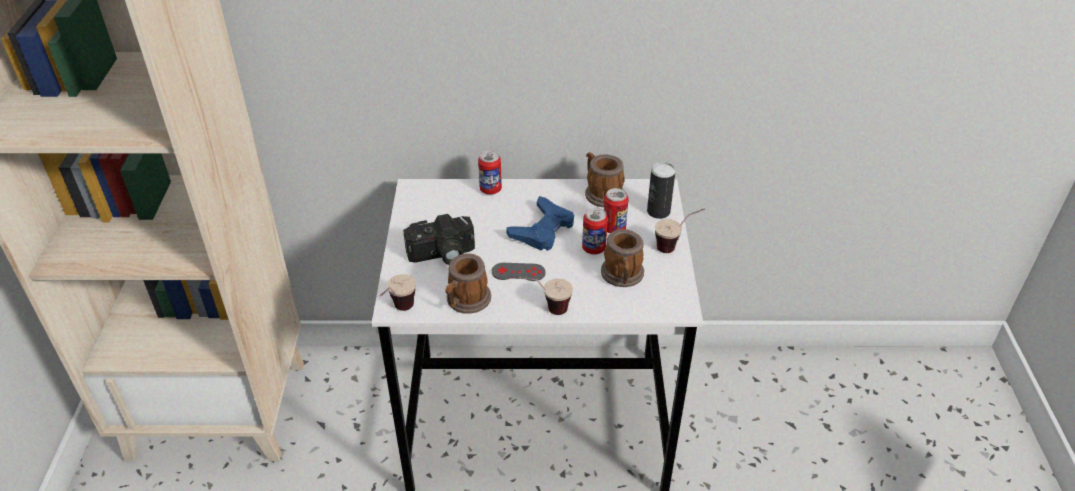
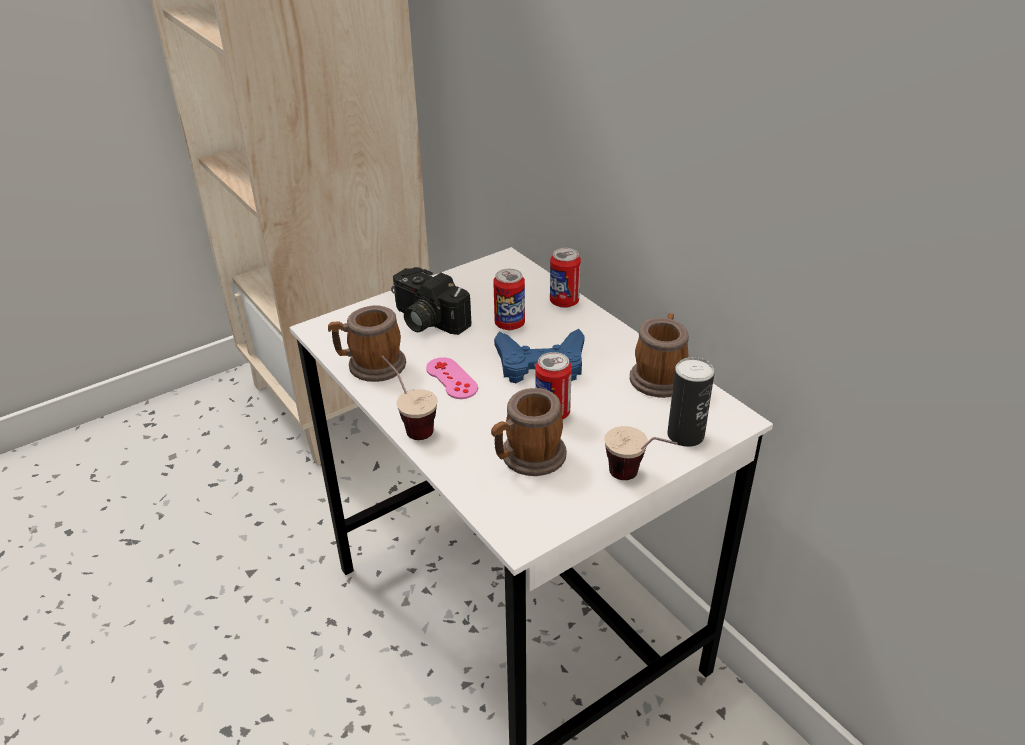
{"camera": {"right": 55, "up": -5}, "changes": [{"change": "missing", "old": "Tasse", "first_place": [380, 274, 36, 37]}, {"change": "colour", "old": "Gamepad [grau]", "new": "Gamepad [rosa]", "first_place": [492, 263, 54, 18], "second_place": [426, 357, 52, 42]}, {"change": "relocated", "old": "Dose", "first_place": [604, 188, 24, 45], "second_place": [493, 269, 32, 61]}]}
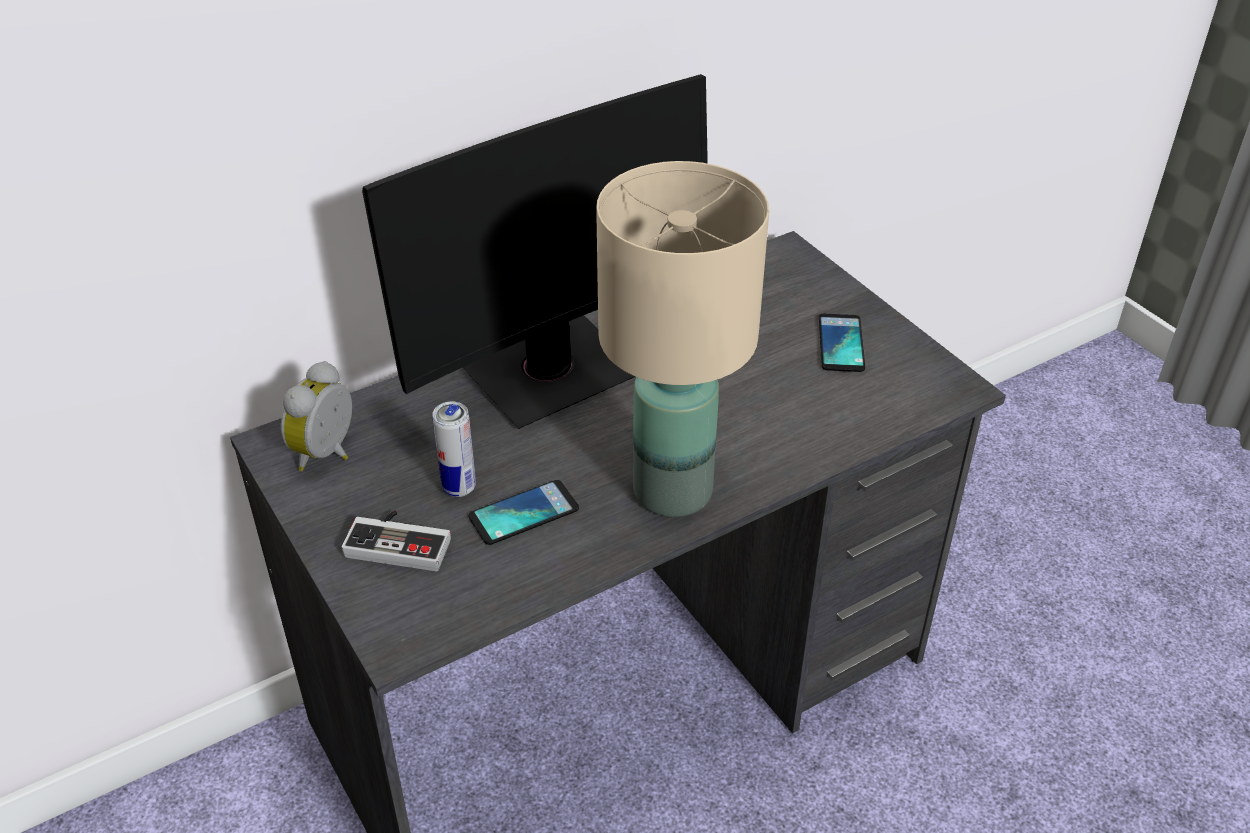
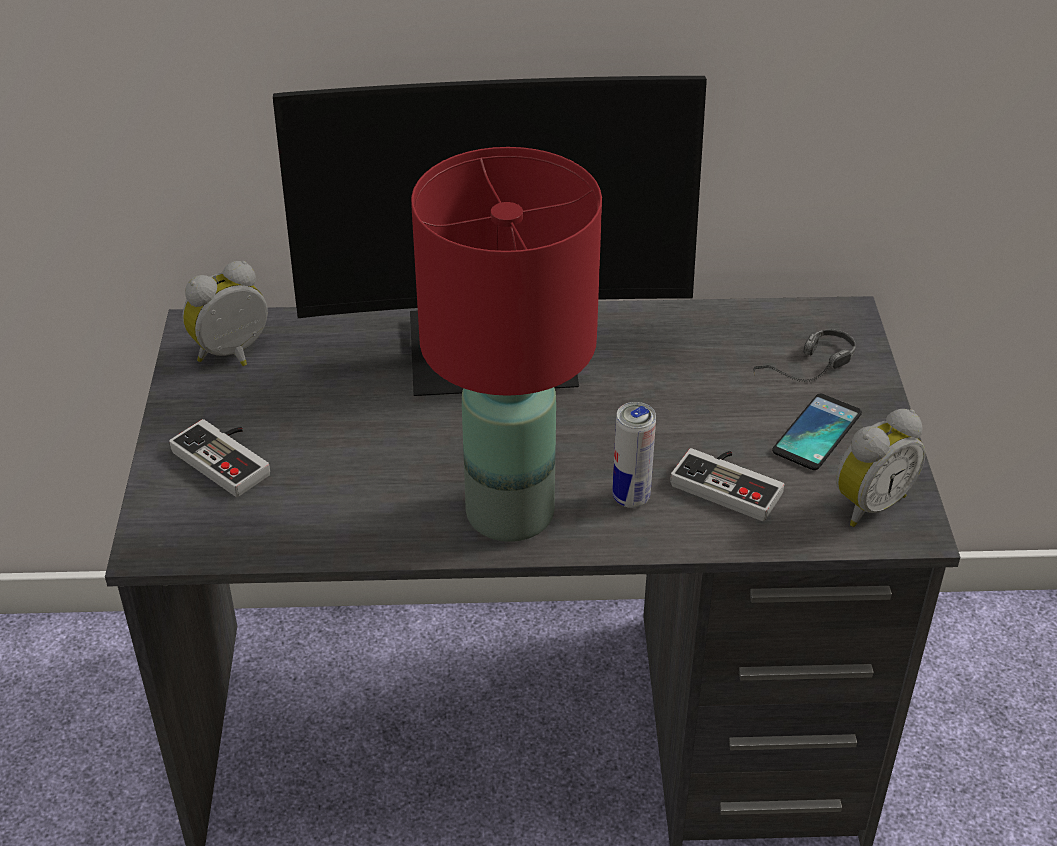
{"camera": {"right": 30, "up": 0}, "changes": [{"change": "relocated", "old": "Dose", "first_place": [432, 402, 44, 95], "second_place": [612, 402, 44, 106]}, {"change": "missing", "old": "Handy", "first_place": [468, 480, 111, 65]}, {"change": "colour", "old": "Tischlampe [beige]", "new": "Tischlampe [rot]", "first_place": [596, 161, 173, 356], "second_place": [411, 147, 191, 395]}, {"change": "appeared", "new": "Gamepad", "second_place": [670, 448, 114, 73]}, {"change": "appeared", "new": "Kopfhörer", "second_place": [753, 329, 103, 53]}, {"change": "appeared", "new": "Wecker", "second_place": [836, 409, 90, 118]}]}
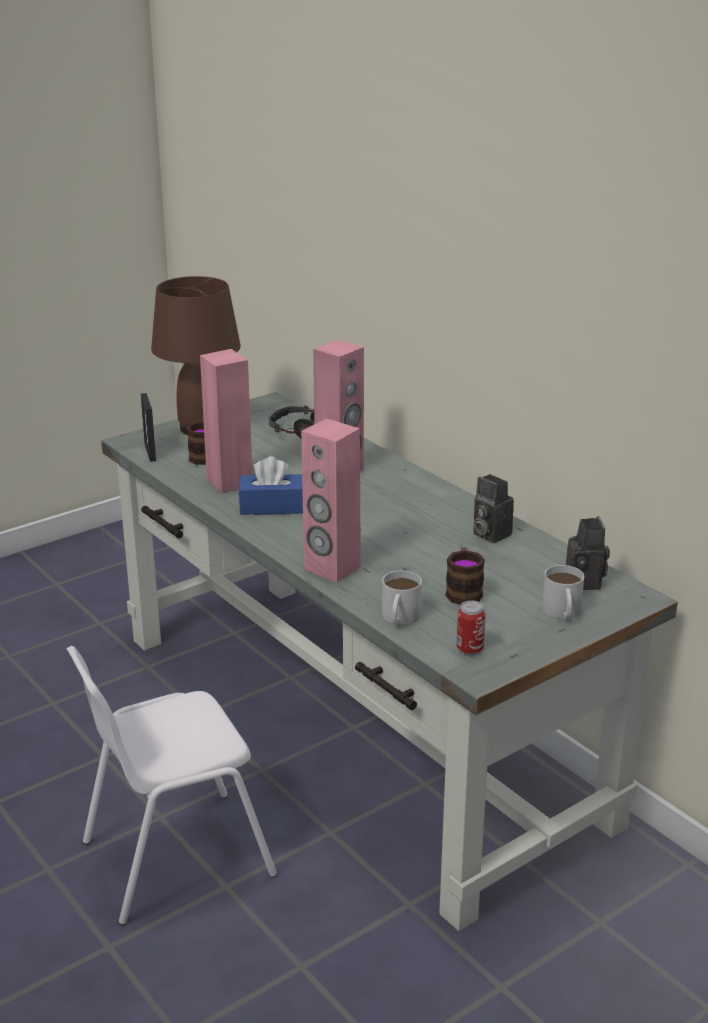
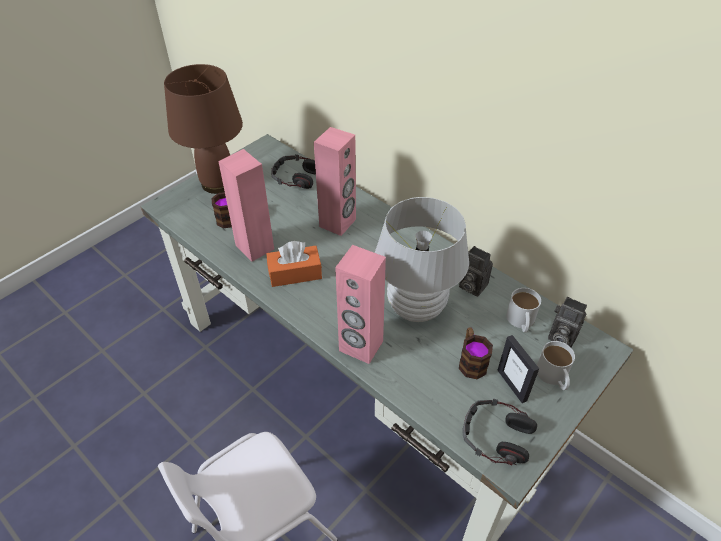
{"camera": {"right": -10, "up": 20}, "changes": [{"change": "relocated", "old": "Bilderrahmen", "first_place": [141, 393, 15, 69], "second_place": [497, 335, 42, 68]}, {"change": "colour", "old": "Taschentuchbox [blau]", "new": "Taschentuchbox [orange]", "first_place": [239, 456, 64, 59], "second_place": [266, 241, 56, 46]}, {"change": "relocated", "old": "Henkelbecher [weiß]", "first_place": [382, 571, 40, 54], "second_place": [506, 288, 35, 44]}, {"change": "exchanged", "old": "Dose", "new": "Kopfhörer", "first_place": [457, 600, 29, 55], "second_place": [462, 399, 75, 66]}, {"change": "spun", "old": "Kamera", "first_place": [566, 516, 44, 74], "second_place": [548, 297, 39, 50], "degrees": 135}, {"change": "appeared", "new": "Tischlampe [weiß]", "second_place": [375, 197, 94, 125]}]}
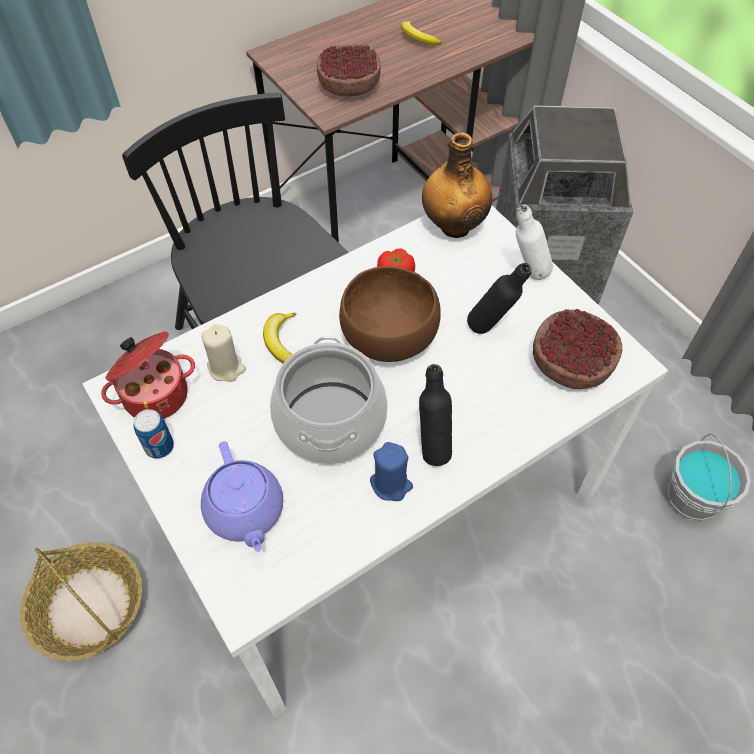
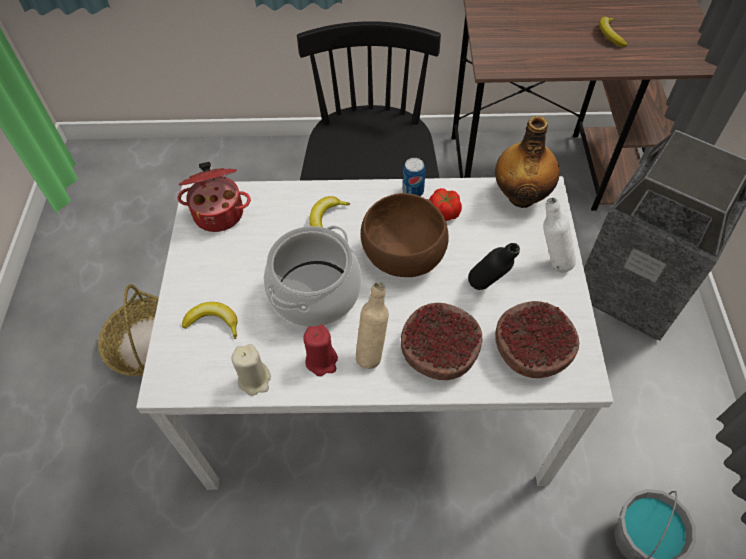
{"camera": {"right": 35, "up": 0}, "changes": [{"change": "relocated", "old": "Dose", "first_place": [133, 409, 41, 50], "second_place": [403, 158, 22, 38]}, {"change": "relocated", "old": "Kerze [beige]", "first_place": [201, 324, 45, 58], "second_place": [232, 344, 39, 52]}, {"change": "exchanged", "old": "Teekanne [lila]", "new": "Banane", "first_place": [201, 441, 82, 111], "second_place": [182, 302, 56, 37]}, {"change": "relocated", "old": "Schüssel", "first_place": [317, 44, 64, 52], "second_place": [401, 303, 81, 77]}, {"change": "colour", "old": "Kerze [blau]", "new": "Kerze [rot]", "first_place": [370, 442, 43, 59], "second_place": [303, 325, 35, 51]}, {"change": "colour", "old": "Flasche [schwarz]", "new": "Flasche [beige]", "first_place": [419, 364, 33, 102], "second_place": [356, 282, 33, 87]}]}
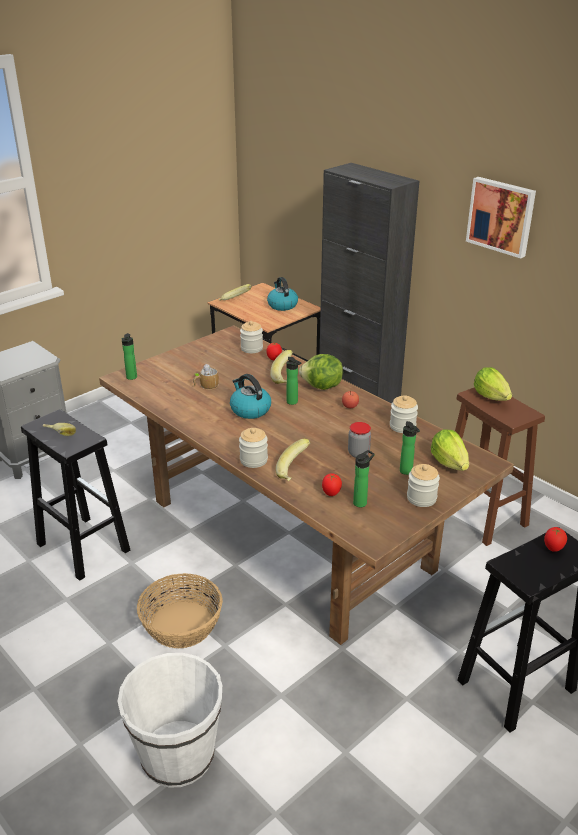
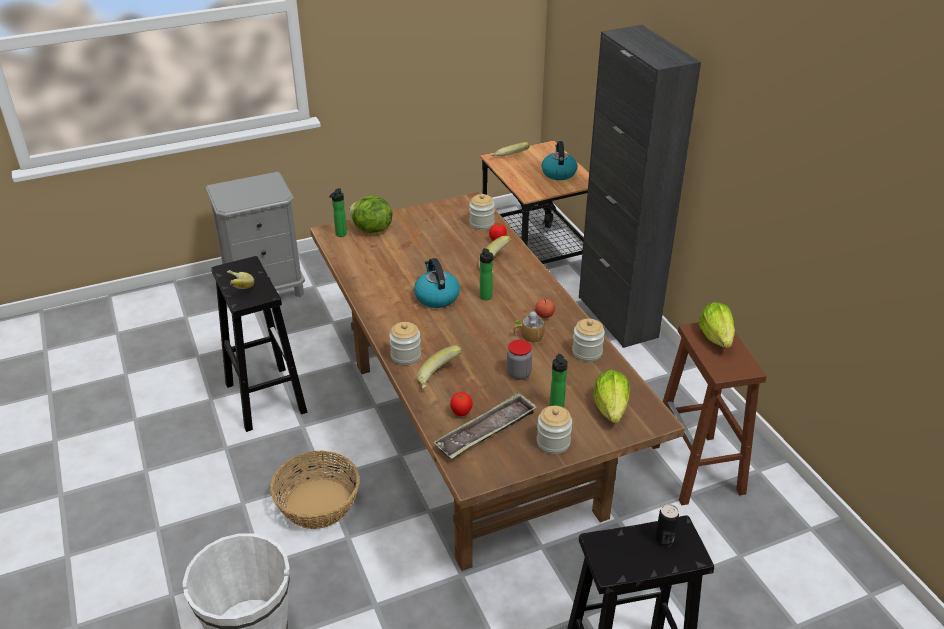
{"camera": {"right": 20, "up": 5}, "changes": [{"change": "relocated", "old": "Henkelbecher", "first_place": [193, 364, 26, 26], "second_place": [513, 311, 32, 32]}, {"change": "relocated", "old": "Salatkopf", "first_place": [299, 354, 44, 36], "second_place": [349, 196, 43, 37]}, {"change": "exchanged", "old": "Flasche", "new": "Tablett", "first_place": [353, 450, 21, 57], "second_place": [433, 392, 104, 67]}, {"change": "missing", "old": "Bild", "first_place": [466, 177, 70, 81]}, {"change": "exchanged", "old": "Tomate", "new": "Dose", "first_place": [544, 527, 23, 25], "second_place": [655, 504, 24, 42]}]}
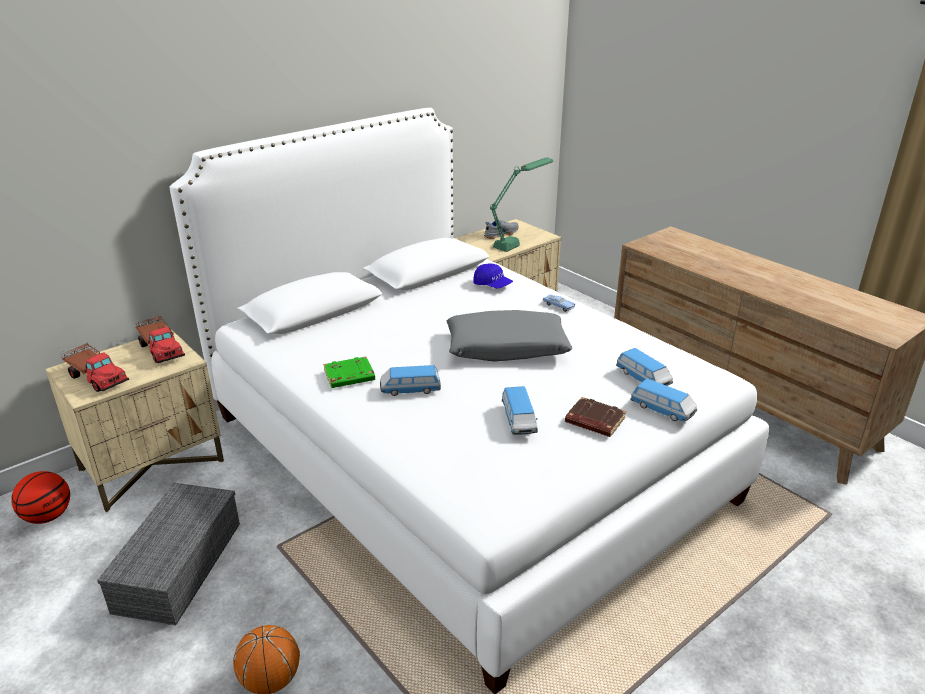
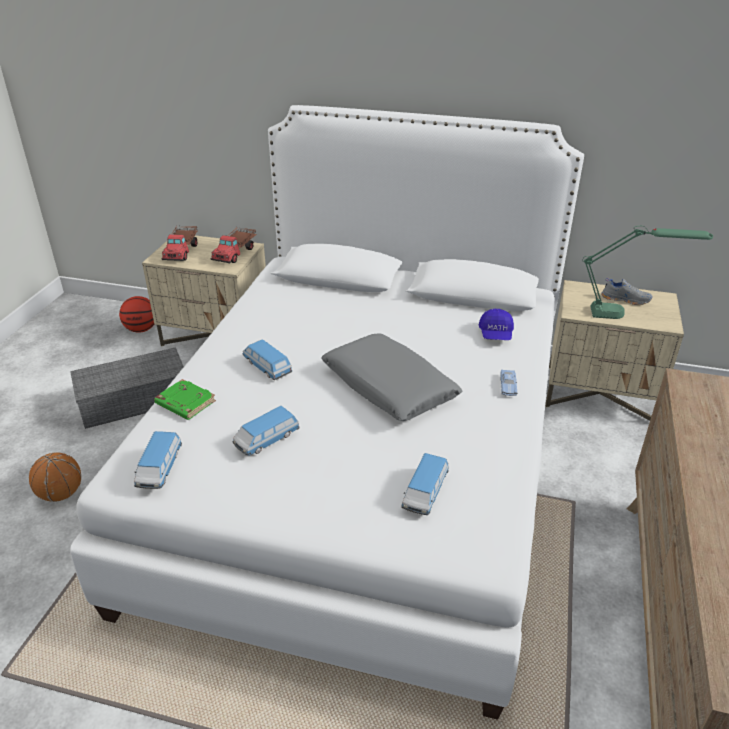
{"camera": {"right": 55, "up": 5}, "changes": [{"change": "relocated", "old": "Buch [grün]", "first_place": [323, 357, 52, 31], "second_place": [154, 379, 62, 41]}, {"change": "missing", "old": "Buch [braun]", "first_place": [565, 397, 61, 40]}, {"change": "relocated", "old": "Spielzeugauto", "first_place": [630, 378, 67, 43], "second_place": [134, 431, 48, 58]}]}
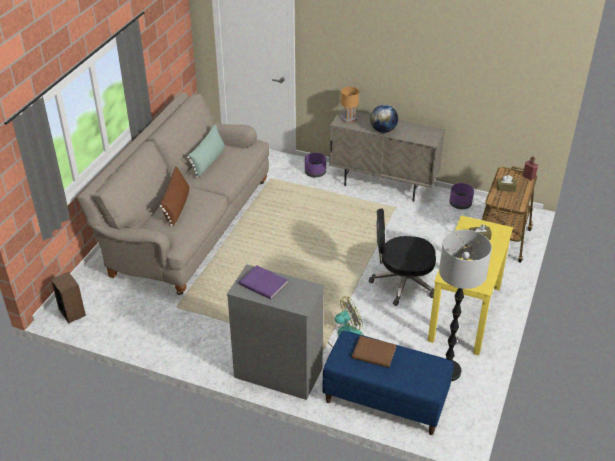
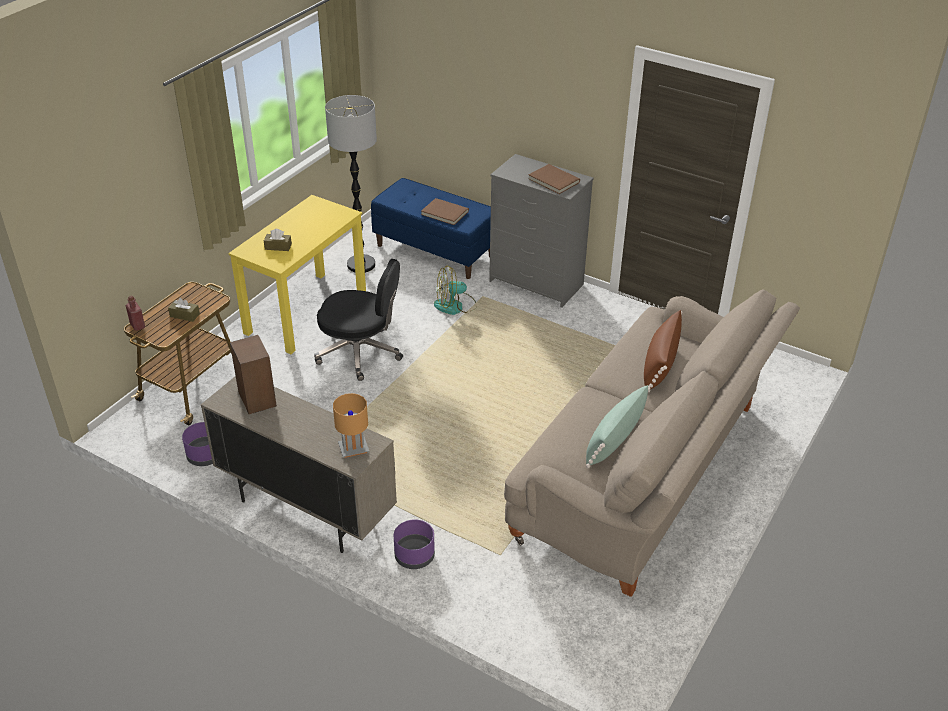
{"camera": {"right": -170, "up": 0}, "changes": [{"change": "relocated", "old": "Lautsprecher", "first_place": [51, 272, 35, 51], "second_place": [230, 335, 47, 79]}, {"change": "colour", "old": "Buch [lila]", "new": "Buch [braun]", "first_place": [239, 266, 49, 34], "second_place": [528, 164, 52, 30]}, {"change": "missing", "old": "Globus", "first_place": [370, 105, 28, 28]}]}
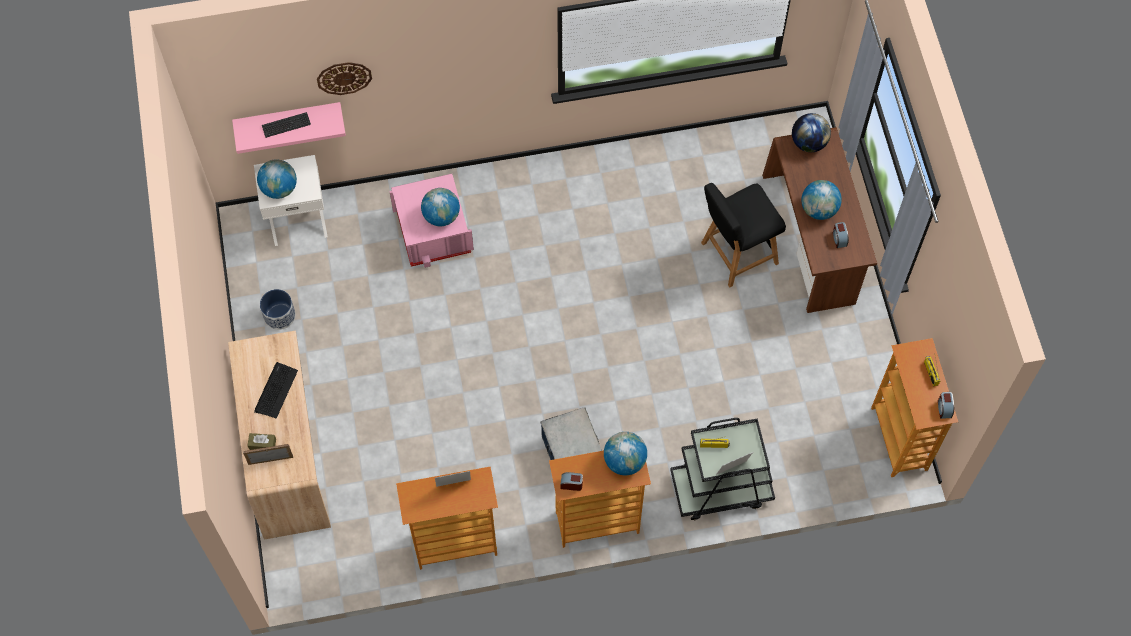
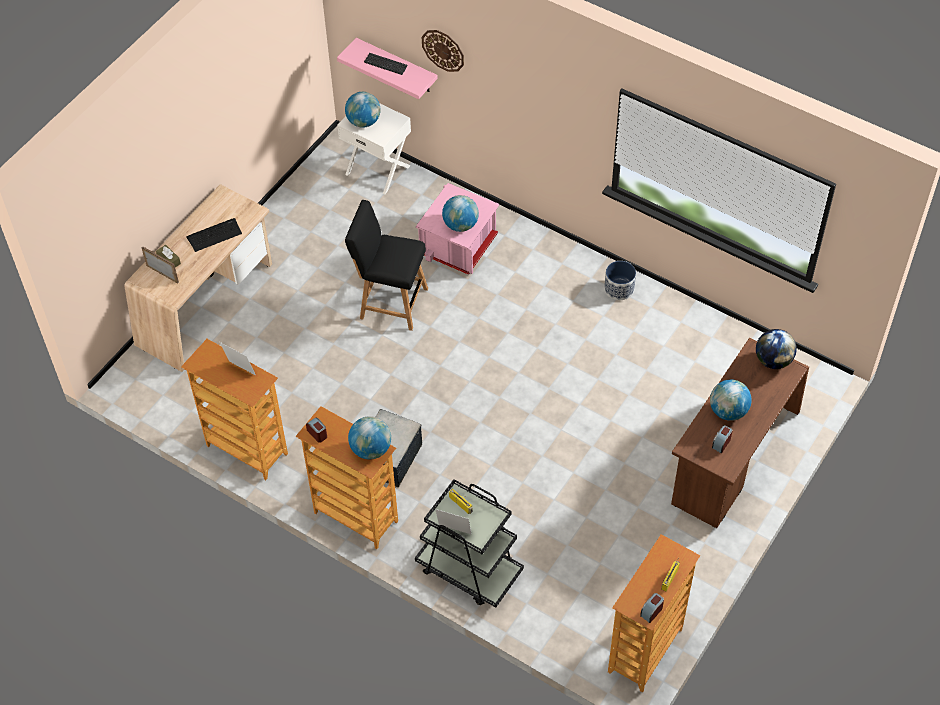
{"camera": {"right": 45, "up": -10}, "changes": [{"change": "relocated", "old": "Pflanzkübel", "first_place": [260, 289, 36, 41], "second_place": [604, 261, 32, 39]}, {"change": "relocated", "old": "Stuhl [schwarz]", "first_place": [701, 183, 85, 104], "second_place": [345, 200, 83, 131]}]}
